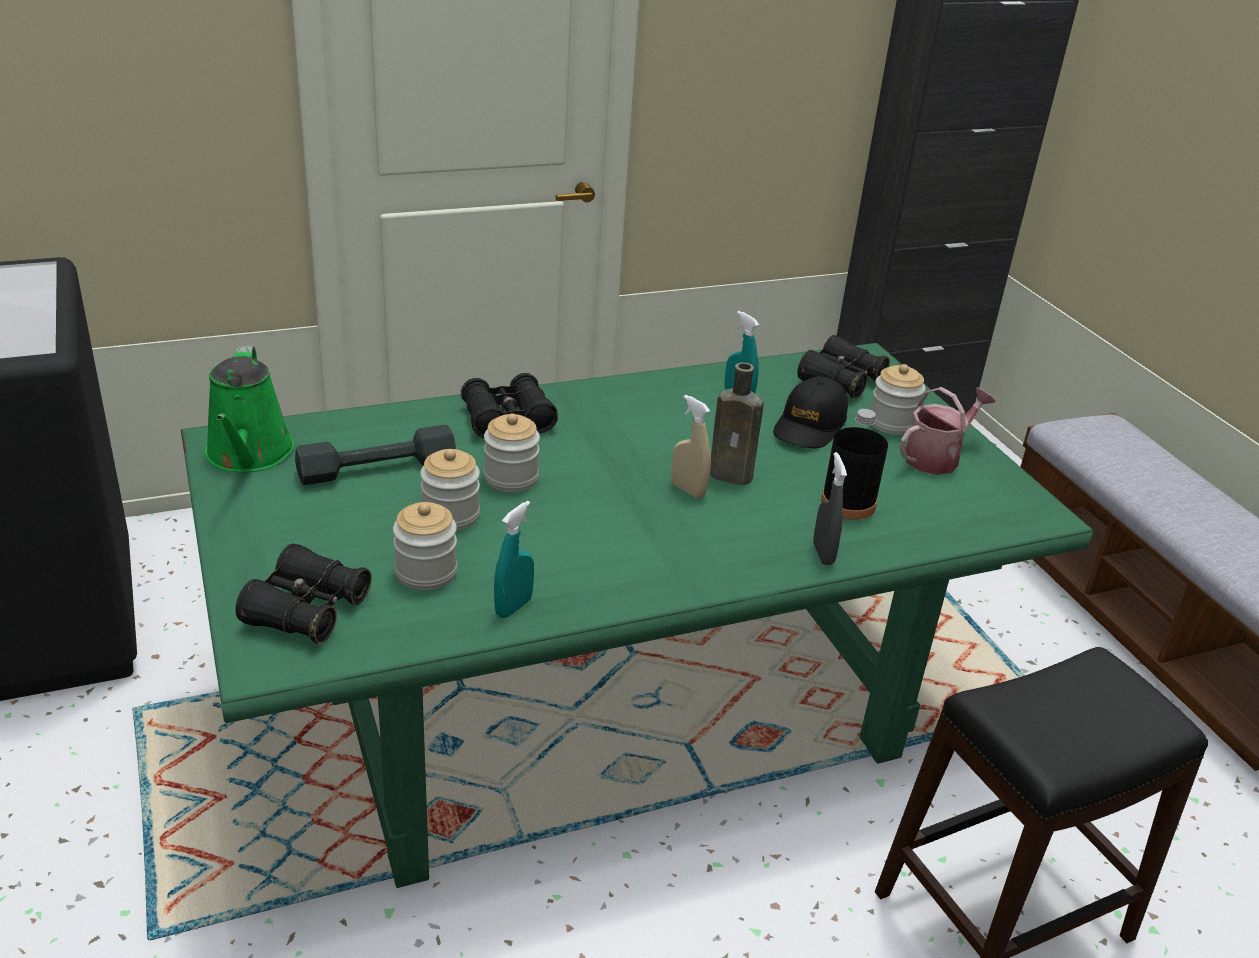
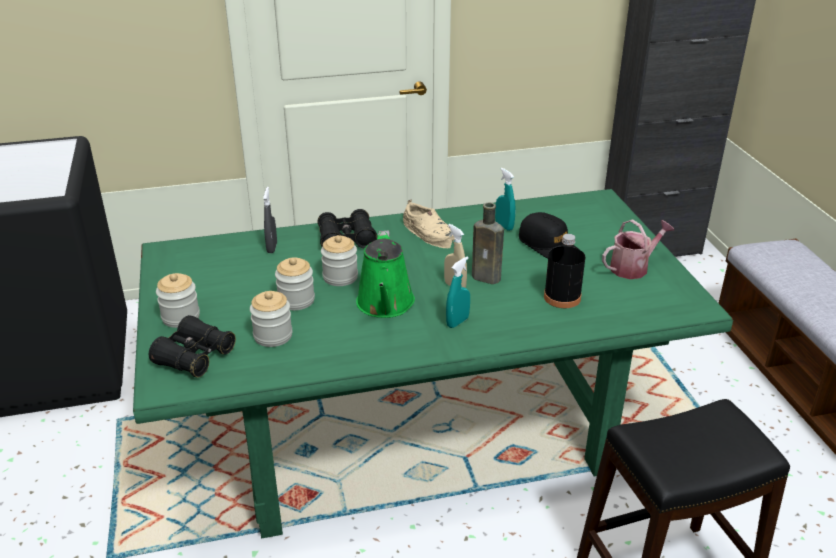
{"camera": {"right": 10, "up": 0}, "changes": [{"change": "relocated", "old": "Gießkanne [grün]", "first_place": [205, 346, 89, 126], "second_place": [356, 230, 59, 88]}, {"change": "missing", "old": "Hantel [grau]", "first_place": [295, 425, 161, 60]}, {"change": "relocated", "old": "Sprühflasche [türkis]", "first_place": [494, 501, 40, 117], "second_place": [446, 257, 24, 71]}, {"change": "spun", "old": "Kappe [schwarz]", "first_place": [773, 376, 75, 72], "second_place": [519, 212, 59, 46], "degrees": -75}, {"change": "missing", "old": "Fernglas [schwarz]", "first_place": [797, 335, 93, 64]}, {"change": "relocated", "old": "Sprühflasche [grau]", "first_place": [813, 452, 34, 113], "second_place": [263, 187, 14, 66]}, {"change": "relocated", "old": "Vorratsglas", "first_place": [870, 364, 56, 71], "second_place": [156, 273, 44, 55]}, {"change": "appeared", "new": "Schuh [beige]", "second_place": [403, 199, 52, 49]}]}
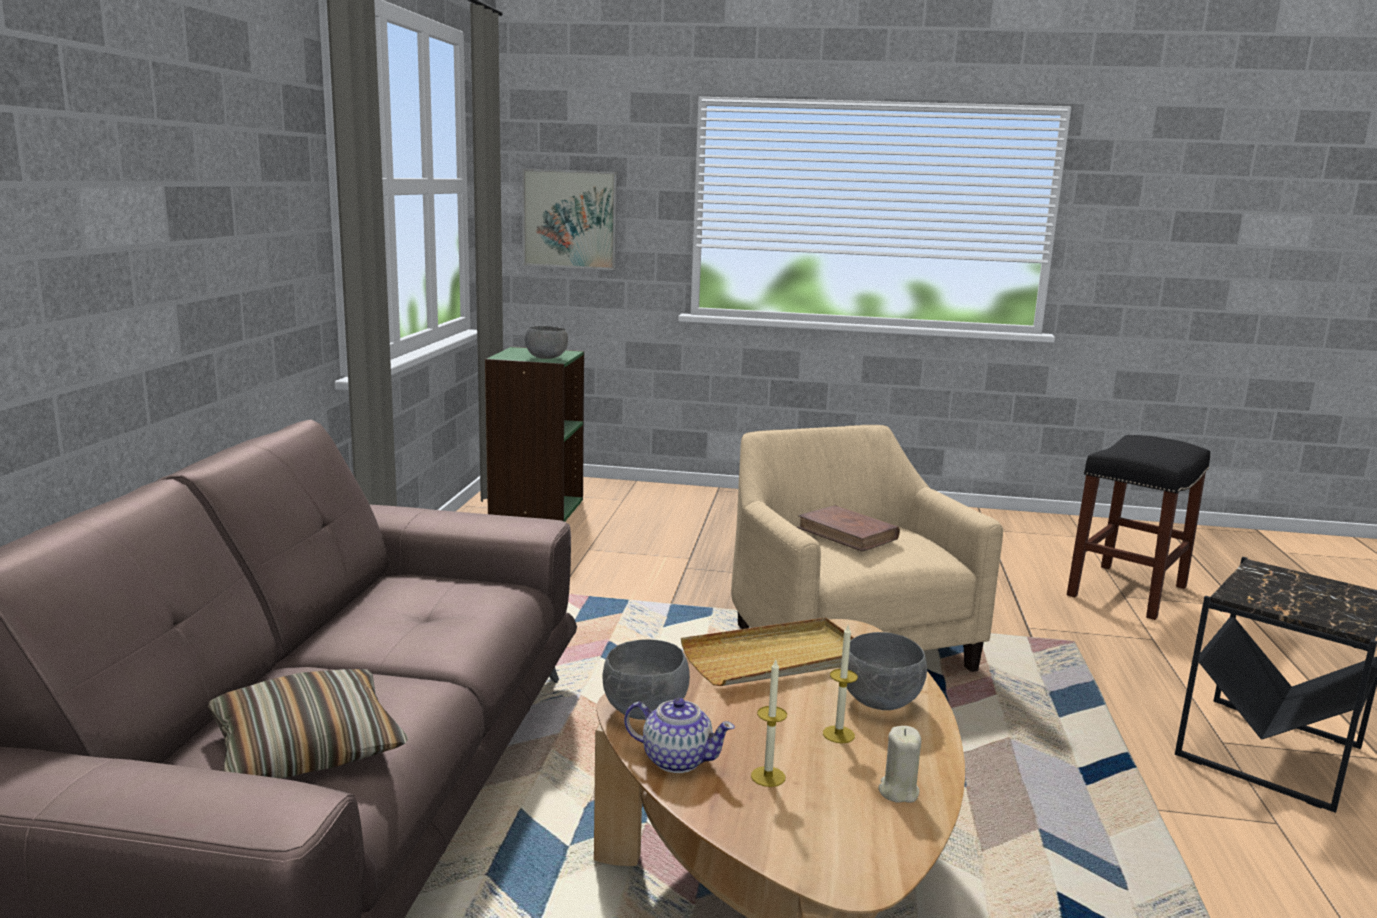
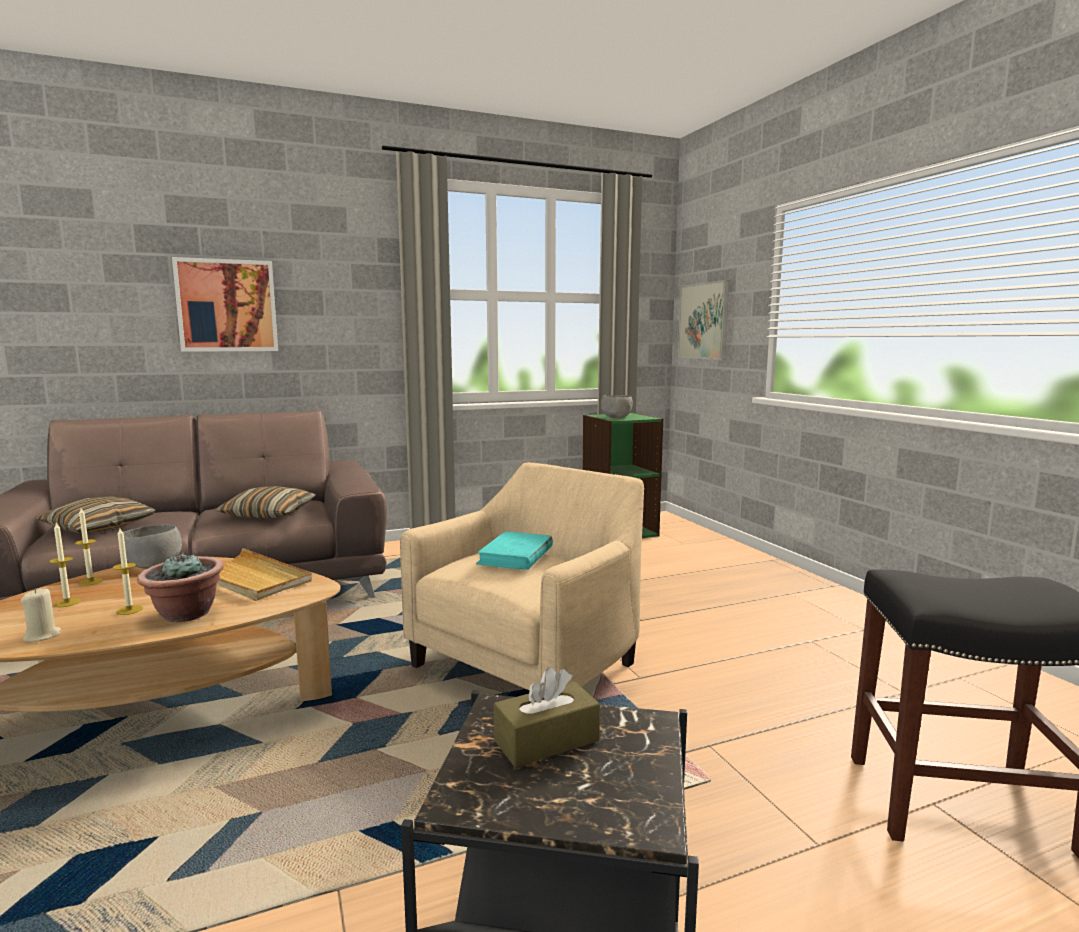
{"camera": {"right": 60, "up": -5}, "changes": [{"change": "exchanged", "old": "Teekanne", "new": "Kerze", "first_place": [624, 698, 111, 75], "second_place": [75, 508, 28, 78]}, {"change": "colour", "old": "Buch [braun]", "new": "Buch [türkis]", "first_place": [797, 505, 103, 47], "second_place": [476, 531, 77, 39]}, {"change": "exchanged", "old": "Schüssel [grau]", "new": "Topfpflanze", "first_place": [841, 632, 86, 78], "second_place": [137, 553, 86, 69]}, {"change": "appeared", "new": "Bild", "second_place": [172, 257, 106, 95]}, {"change": "appeared", "new": "Kissen", "second_place": [215, 486, 100, 33]}, {"change": "appeared", "new": "Taschentuchbox [braun]", "second_place": [494, 667, 106, 100]}]}
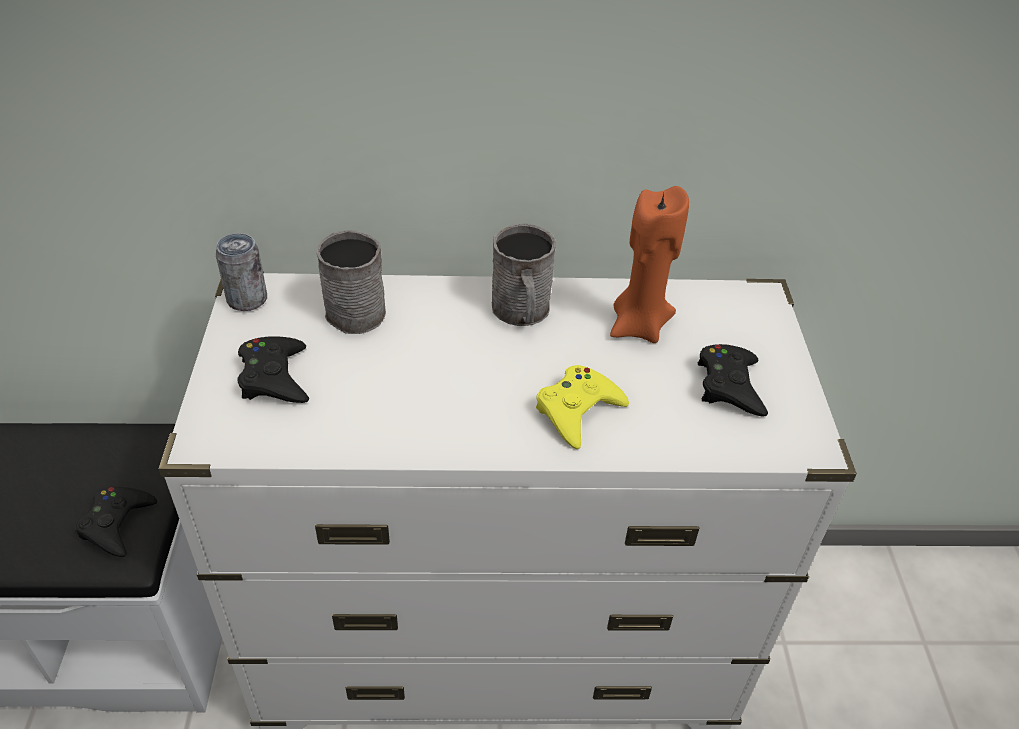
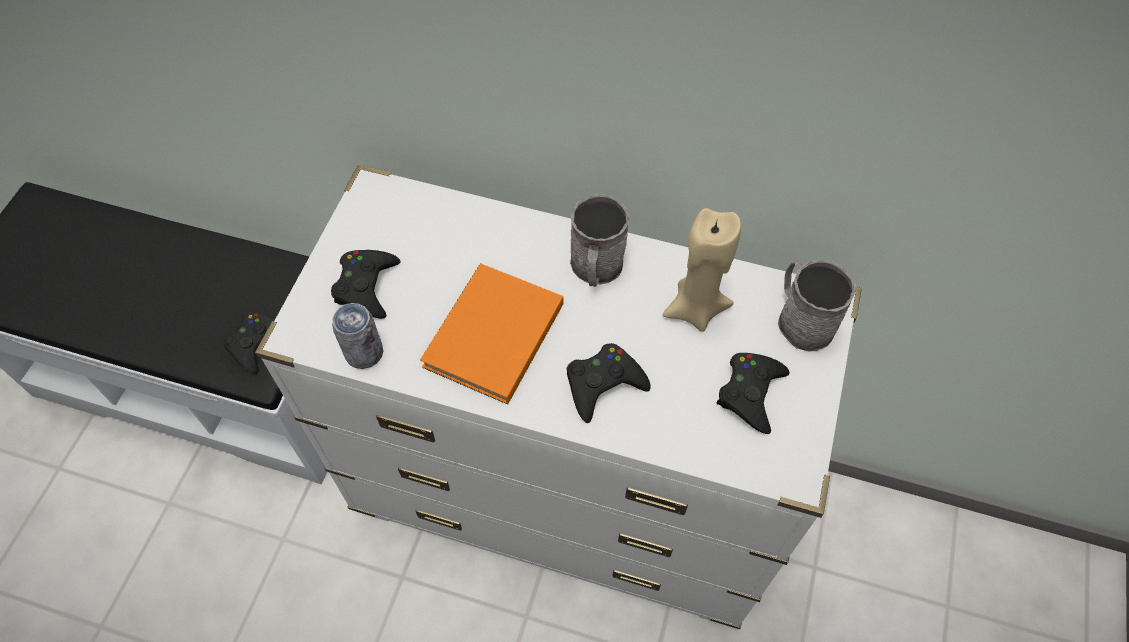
{"camera": {"right": 20, "up": 15}, "changes": [{"change": "relocated", "old": "Dose", "first_place": [216, 233, 51, 78], "second_place": [332, 303, 51, 66]}, {"change": "relocated", "old": "Henkelbecher [grau]", "first_place": [316, 230, 70, 104], "second_place": [778, 260, 78, 91]}, {"change": "colour", "old": "Gamepad [gelb]", "new": "Gamepad [schwarz]", "first_place": [536, 365, 93, 84], "second_place": [567, 343, 83, 80]}, {"change": "colour", "old": "Kerze [orange]", "new": "Kerze [beige]", "first_place": [610, 186, 79, 157], "second_place": [663, 208, 78, 124]}, {"change": "appeared", "new": "Buch [orange]", "second_place": [420, 263, 144, 141]}]}
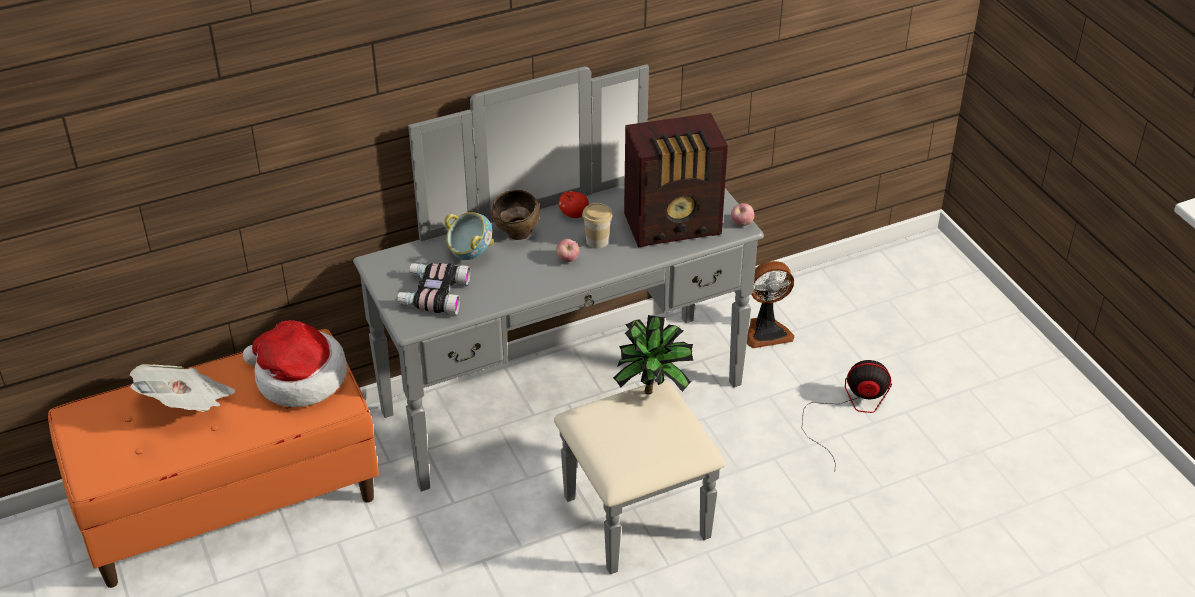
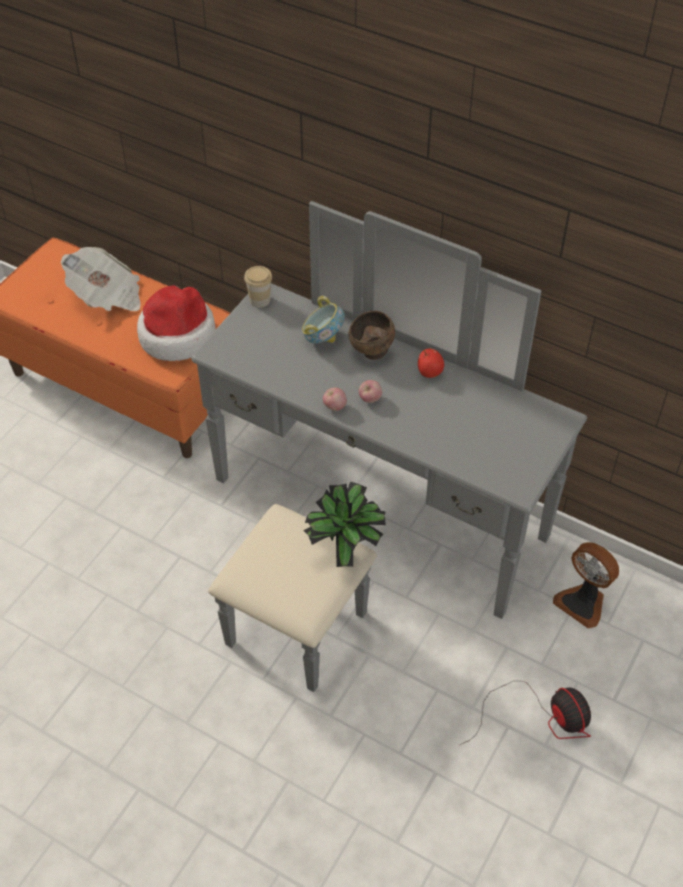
{"camera": {"right": 55, "up": 10}, "changes": [{"change": "missing", "old": "Fernglas", "first_place": [397, 263, 74, 52]}, {"change": "relocated", "old": "Tasse", "first_place": [582, 203, 30, 45], "second_place": [244, 266, 28, 42]}, {"change": "missing", "old": "Radio", "first_place": [624, 113, 104, 134]}, {"change": "relocated", "old": "Apfel", "first_place": [731, 203, 24, 23], "second_place": [323, 387, 24, 24]}]}
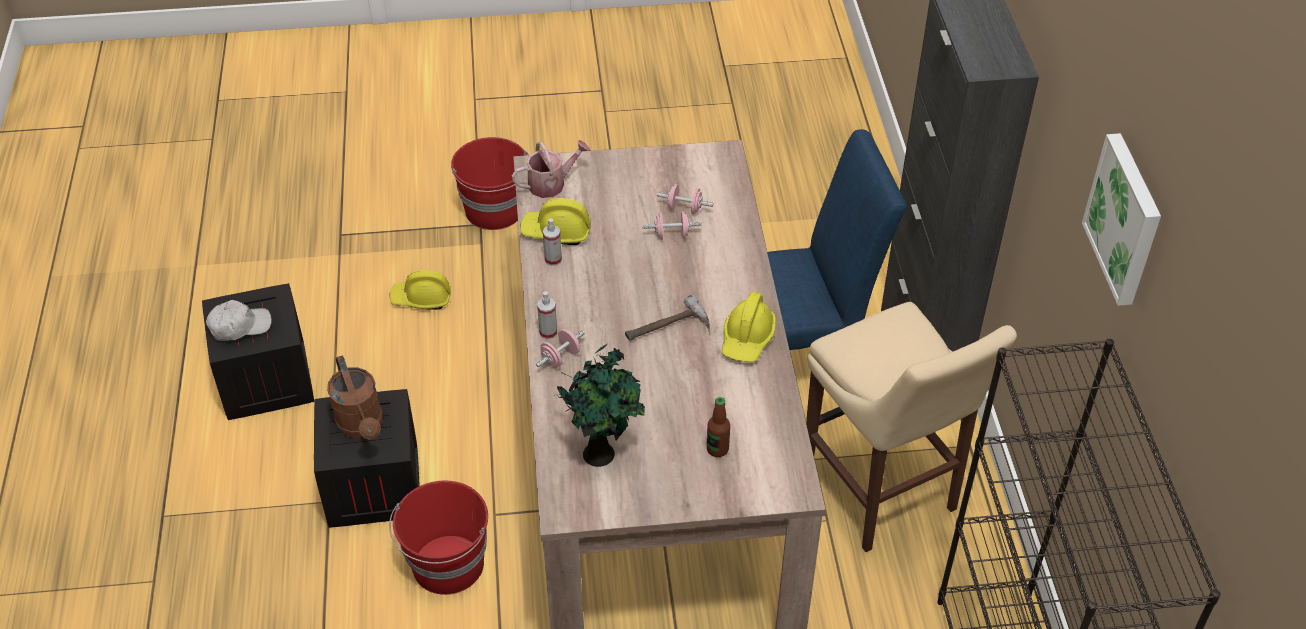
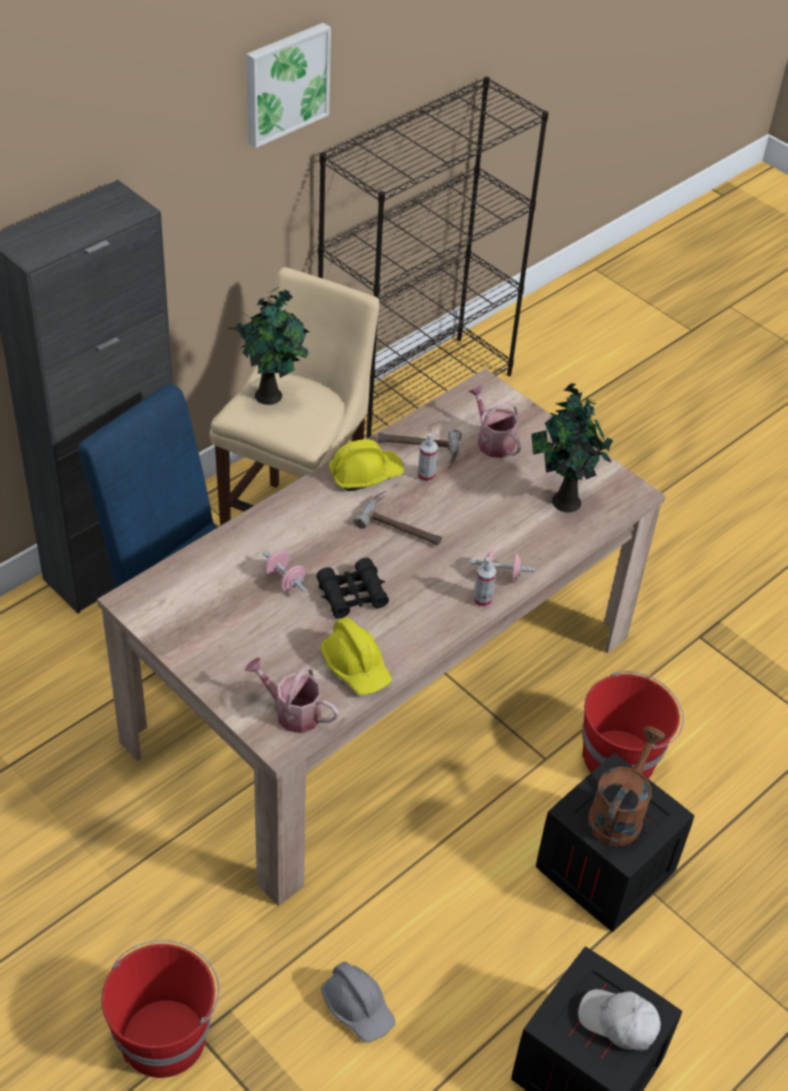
{"camera": {"right": -130, "up": 0}, "changes": [{"change": "colour", "old": "Schutzhelm [gelb]", "new": "Schutzhelm [grau]", "first_place": [389, 270, 62, 40], "second_place": [321, 962, 75, 81]}, {"change": "relocated", "old": "Sprühflasche", "first_place": [543, 218, 19, 48], "second_place": [418, 433, 20, 49]}, {"change": "missing", "old": "Hantel [rosa]", "first_place": [657, 184, 56, 30]}, {"change": "exchanged", "old": "Flasche", "new": "Gießkanne", "first_place": [707, 397, 23, 60], "second_place": [468, 386, 53, 72]}, {"change": "appeared", "new": "Topfpflanze", "second_place": [228, 287, 81, 118]}, {"change": "appeared", "new": "Fernglas [schwarz]", "second_place": [317, 558, 72, 60]}, {"change": "appeared", "new": "Hammer", "second_place": [378, 430, 84, 39]}]}
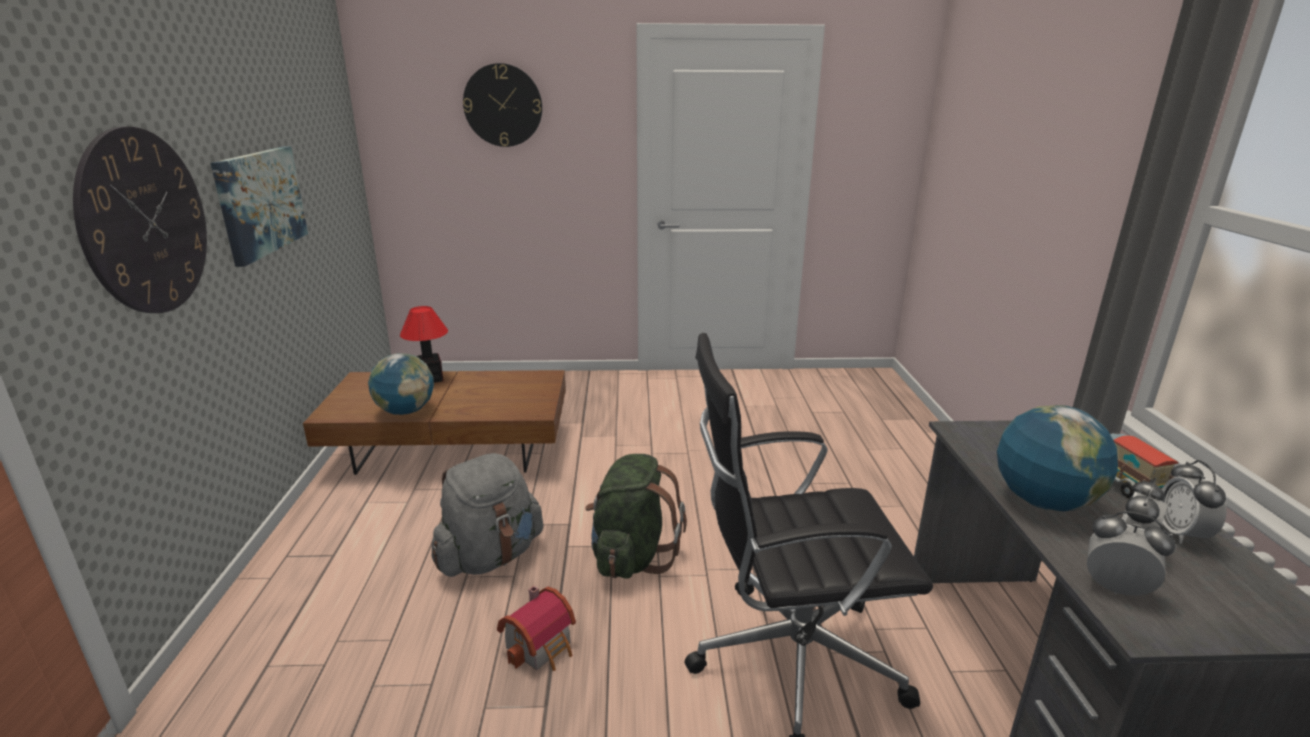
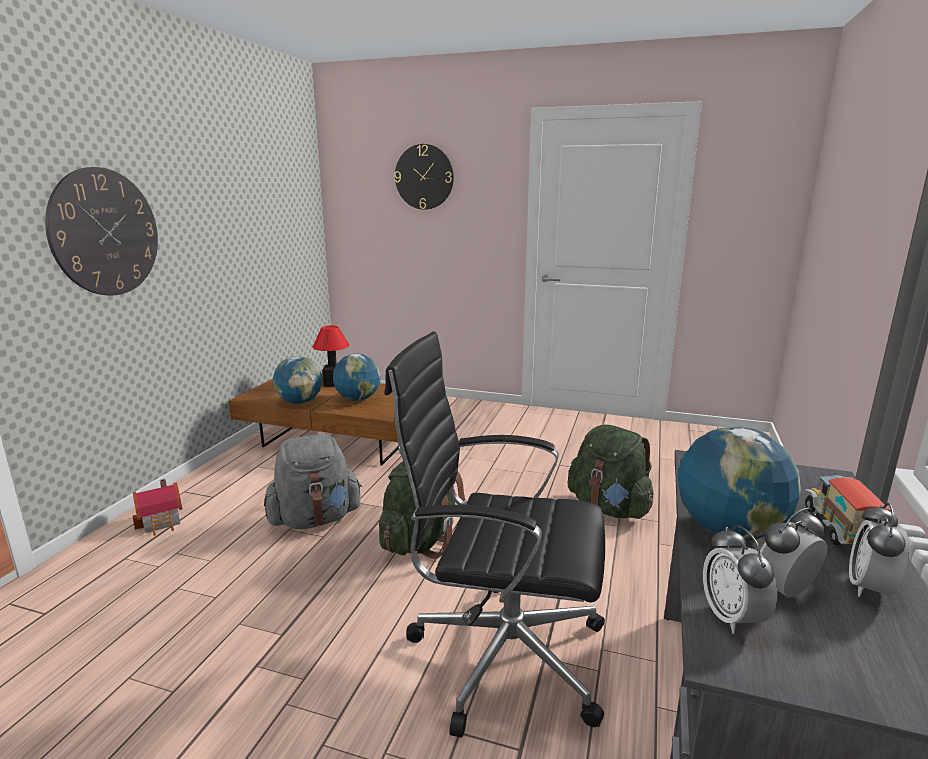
{"camera": {"right": 20, "up": -5}, "changes": [{"change": "missing", "old": "Bild", "first_place": [210, 146, 98, 121]}, {"change": "relocated", "old": "Spielzeughaus", "first_place": [497, 586, 79, 85], "second_place": [133, 479, 49, 57]}, {"change": "spun", "old": "Wecker", "first_place": [1087, 511, 88, 85], "second_place": [703, 525, 74, 109], "degrees": -150}, {"change": "appeared", "new": "Globus", "second_place": [333, 354, 48, 47]}, {"change": "appeared", "new": "Rucksack [grün]", "second_place": [568, 425, 86, 94]}]}
